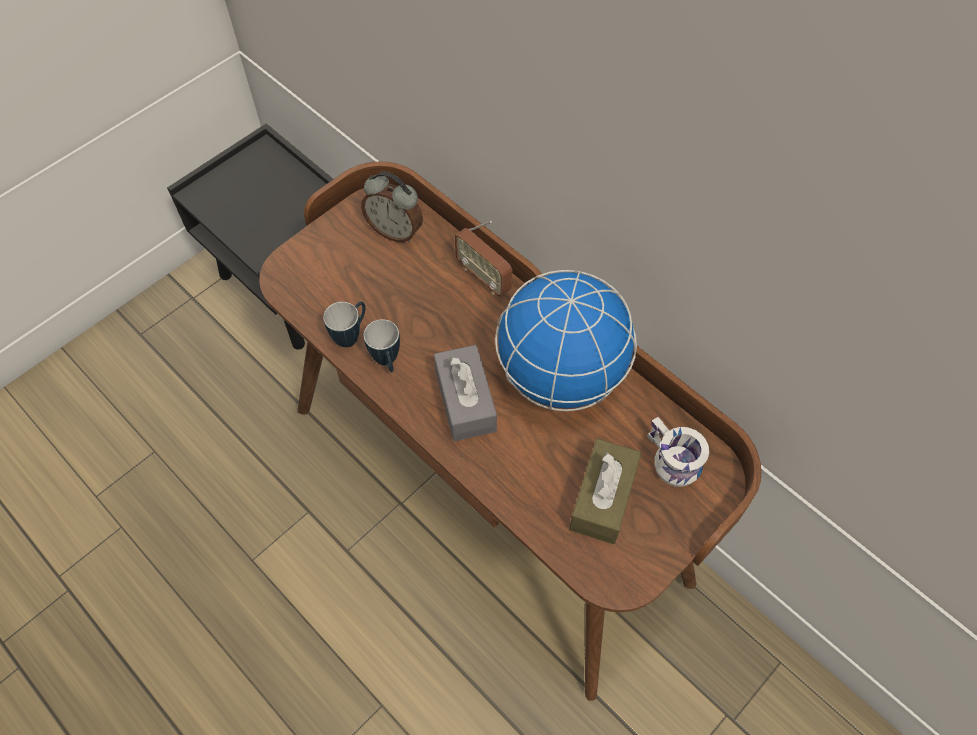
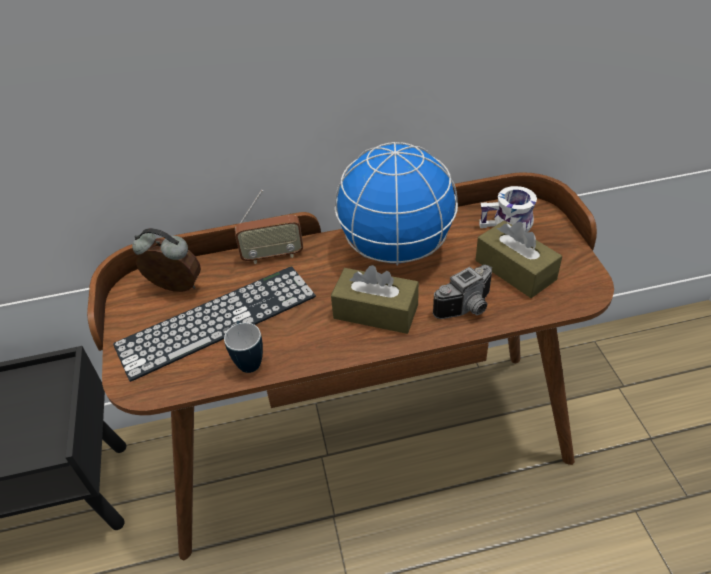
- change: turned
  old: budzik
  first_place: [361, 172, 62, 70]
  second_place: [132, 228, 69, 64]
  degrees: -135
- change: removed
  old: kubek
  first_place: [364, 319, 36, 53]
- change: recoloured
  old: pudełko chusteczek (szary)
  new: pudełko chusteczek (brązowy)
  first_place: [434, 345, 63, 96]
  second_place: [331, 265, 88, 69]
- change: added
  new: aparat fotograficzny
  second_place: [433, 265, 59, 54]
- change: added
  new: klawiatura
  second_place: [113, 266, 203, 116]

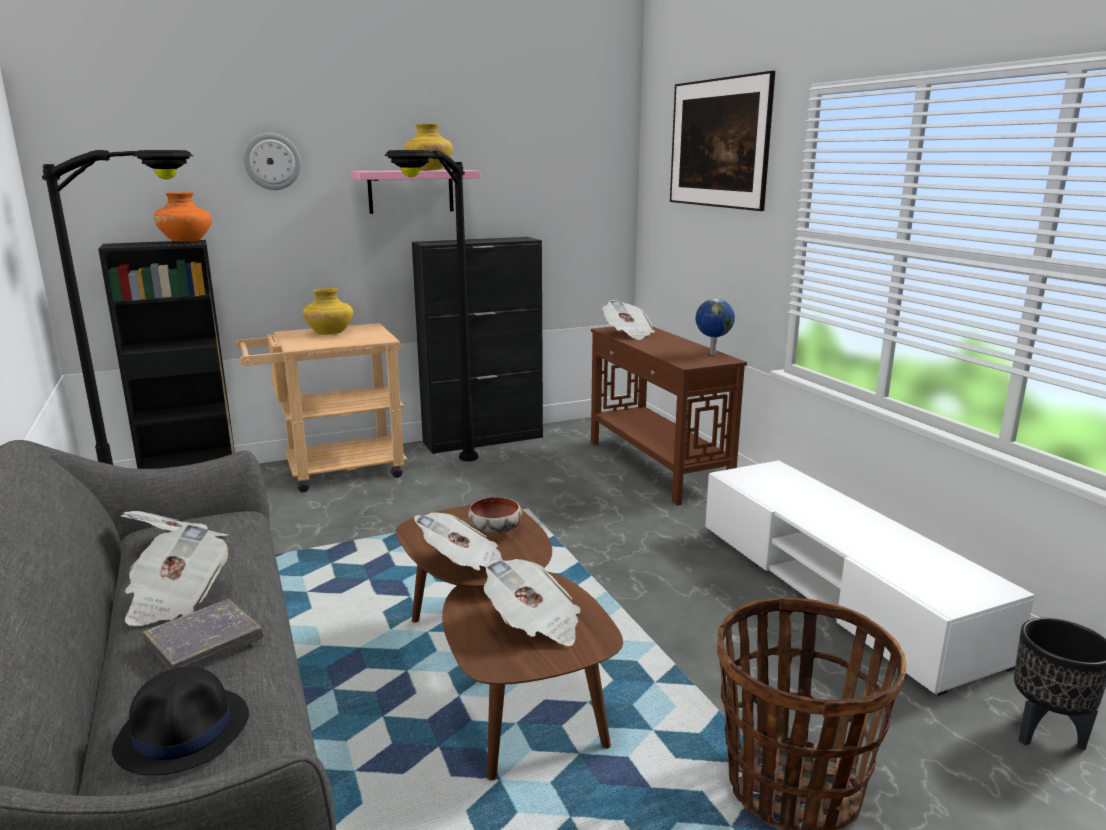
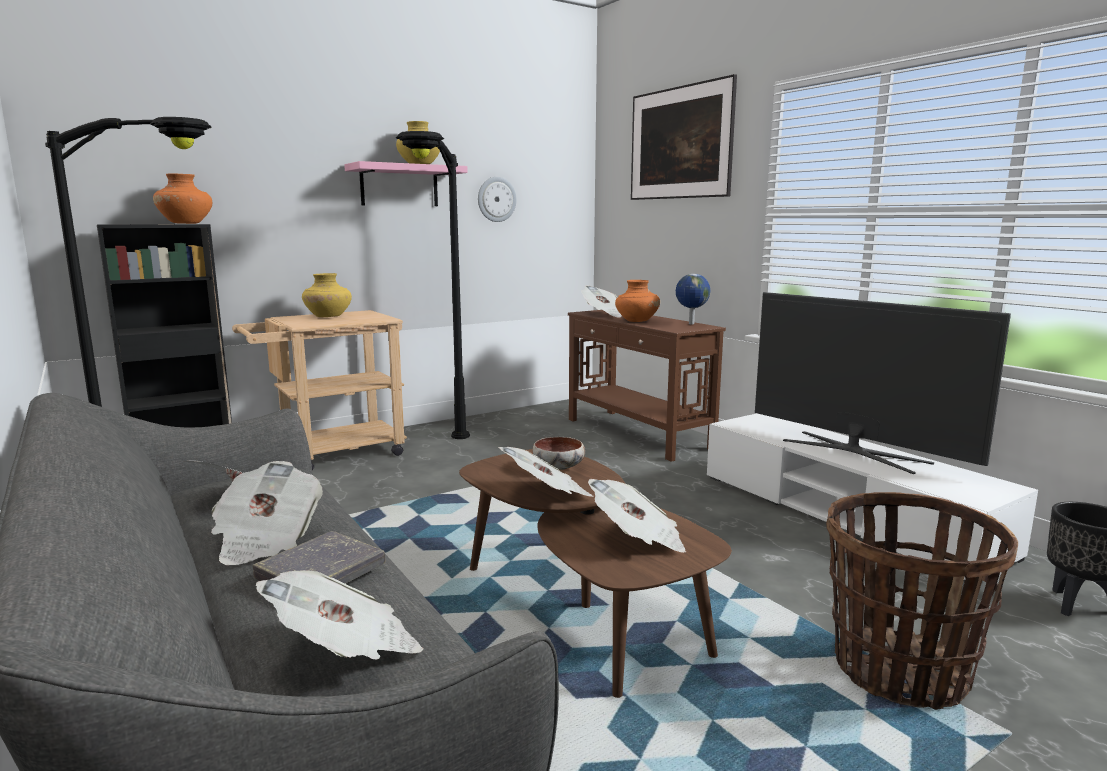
- change: moved
  old: zegar ścienny
  first_place: [243, 133, 58, 57]
  second_place: [478, 177, 39, 45]
- change: removed
  old: szafka (czarny)
  first_place: [412, 237, 131, 217]
- change: replaced
  old: kapelusz (czarny)
  new: gazeta
  first_place: [112, 667, 137, 108]
  second_place: [256, 570, 168, 90]
- change: added
  new: wazon (pomarańczowy)
  second_place: [615, 280, 45, 42]
- change: added
  new: telewizor
  second_place: [755, 292, 256, 182]

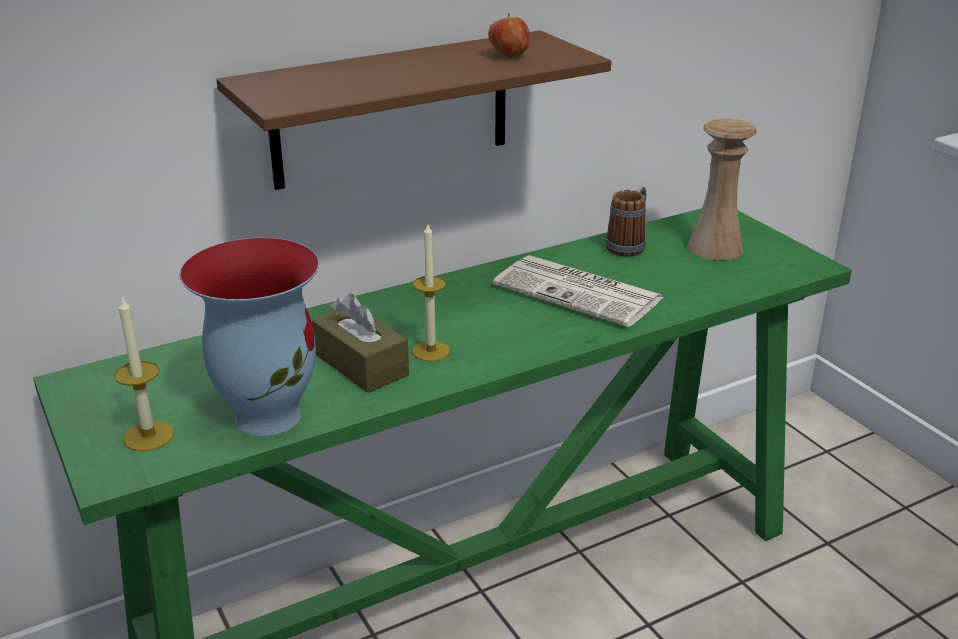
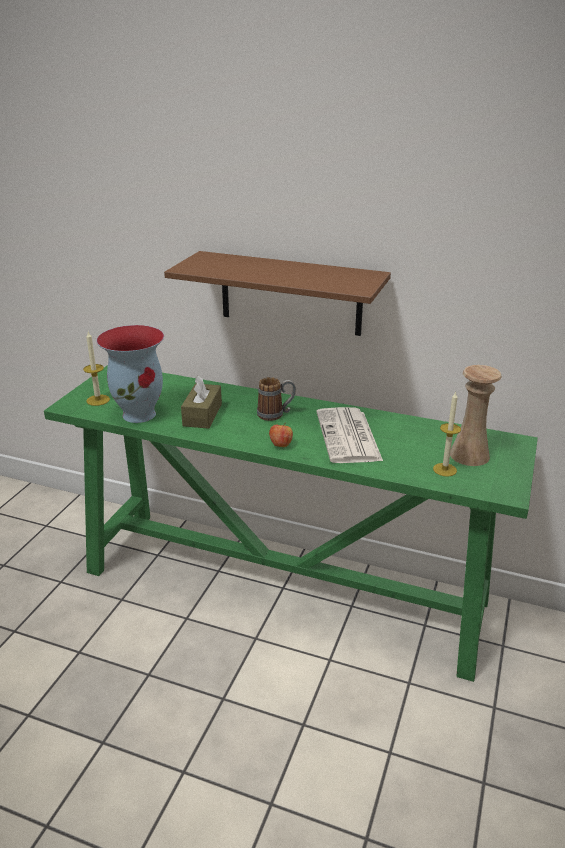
- change: moved
  old: jabłko
  first_place: [488, 13, 42, 45]
  second_place: [269, 423, 24, 24]
- change: moved
  old: kubek
  first_place: [605, 186, 41, 71]
  second_place: [257, 377, 39, 44]
- change: moved
  old: świeca
  first_place: [412, 224, 38, 137]
  second_place: [433, 391, 28, 86]

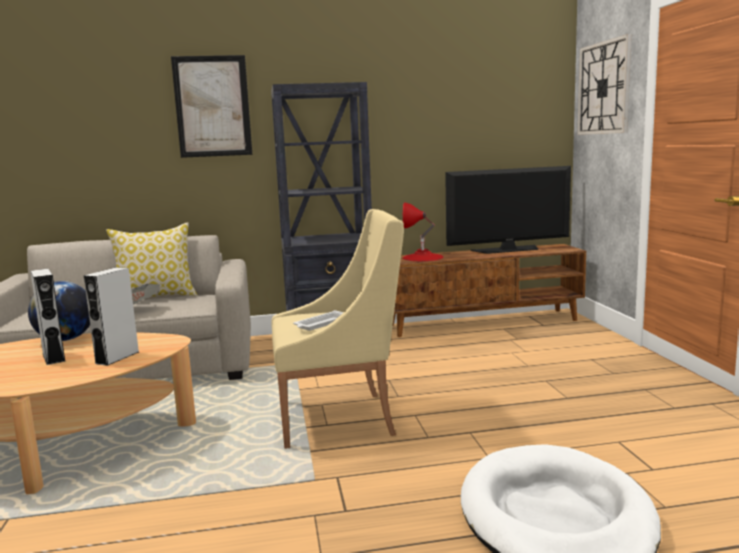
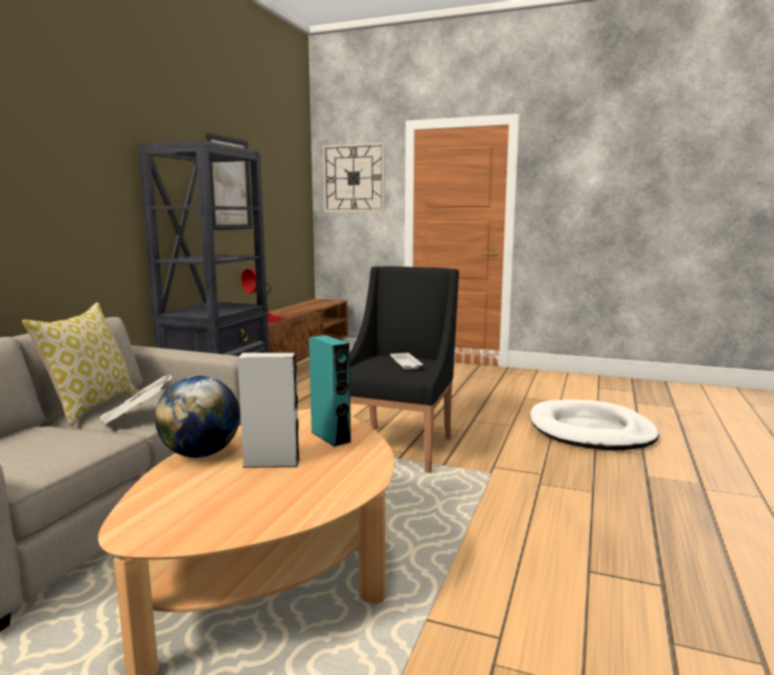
- change: moved
  old: obraz
  first_place: [171, 55, 81, 103]
  second_place: [206, 133, 46, 97]
- change: removed
  old: telewizor
  first_place: [445, 166, 126, 88]
- change: recoloured
  old: fotel (beżowy)
  new: fotel (czarny)
  first_place: [271, 209, 133, 240]
  second_place: [350, 266, 109, 207]
- change: recoloured
  old: głośnik (szary)
  new: głośnik (turkusowy)
  first_place: [84, 267, 55, 99]
  second_place: [309, 335, 43, 112]

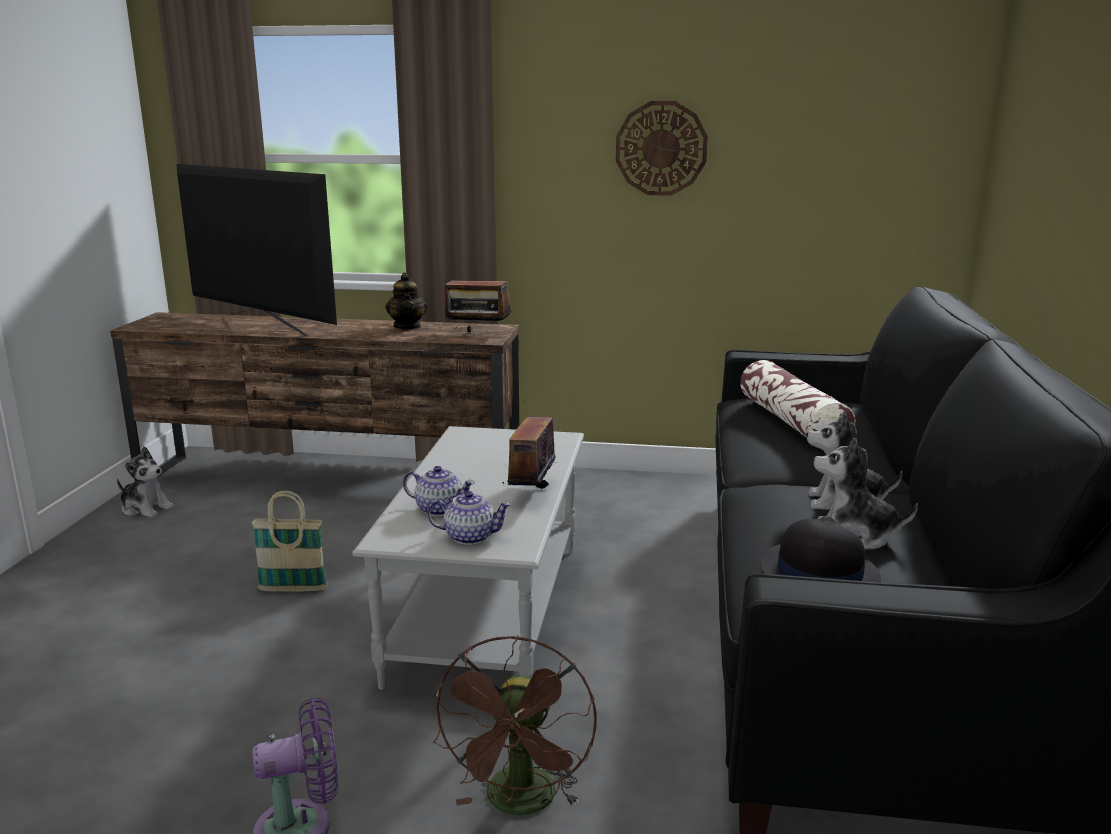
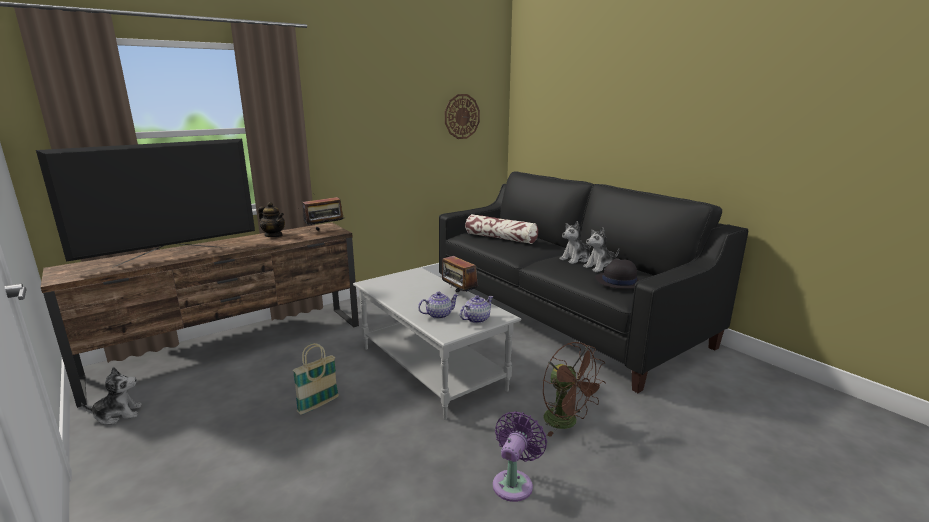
- change: moved
  old: zegar ścienny
  first_place: [616, 101, 92, 95]
  second_place: [445, 94, 35, 45]
- change: turned
  old: telewizor
  first_place: [176, 164, 161, 173]
  second_place: [36, 139, 219, 129]
  degrees: 150

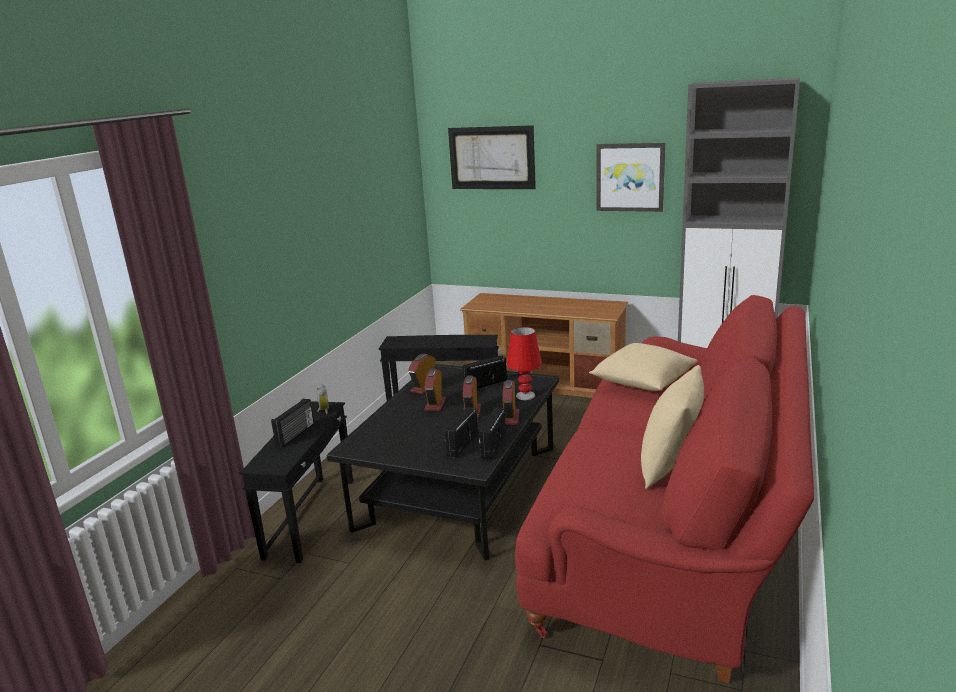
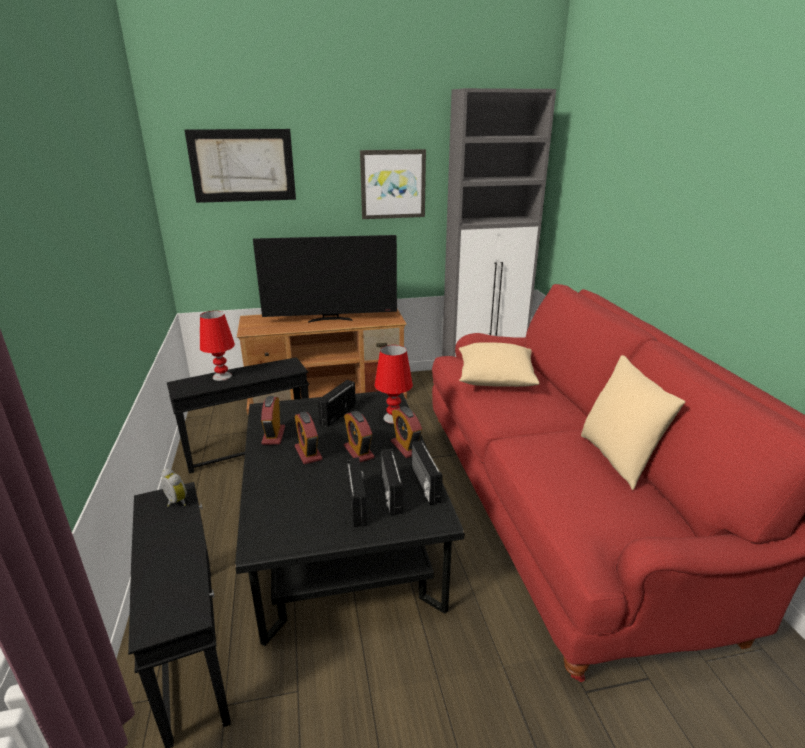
- change: moved
  old: radio
  first_place: [271, 398, 43, 49]
  second_place: [347, 457, 20, 70]
- change: added
  new: telewizor
  second_place: [253, 235, 144, 88]
- change: added
  new: lampa stołowa (czerwony)
  second_place: [200, 311, 35, 70]

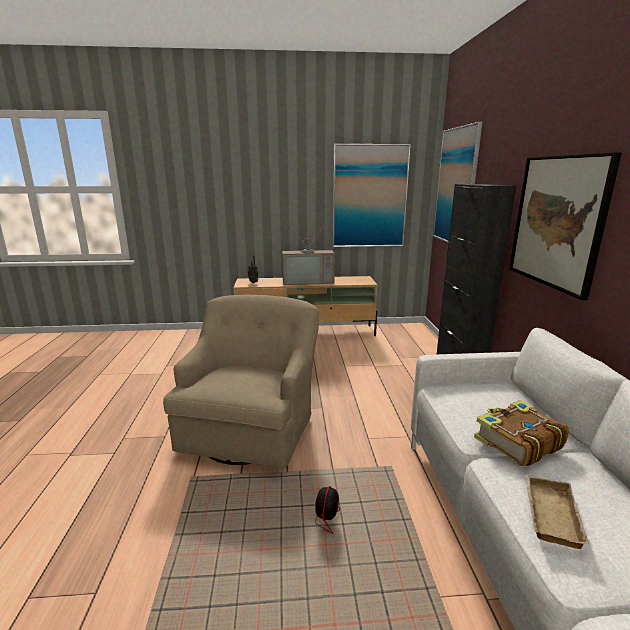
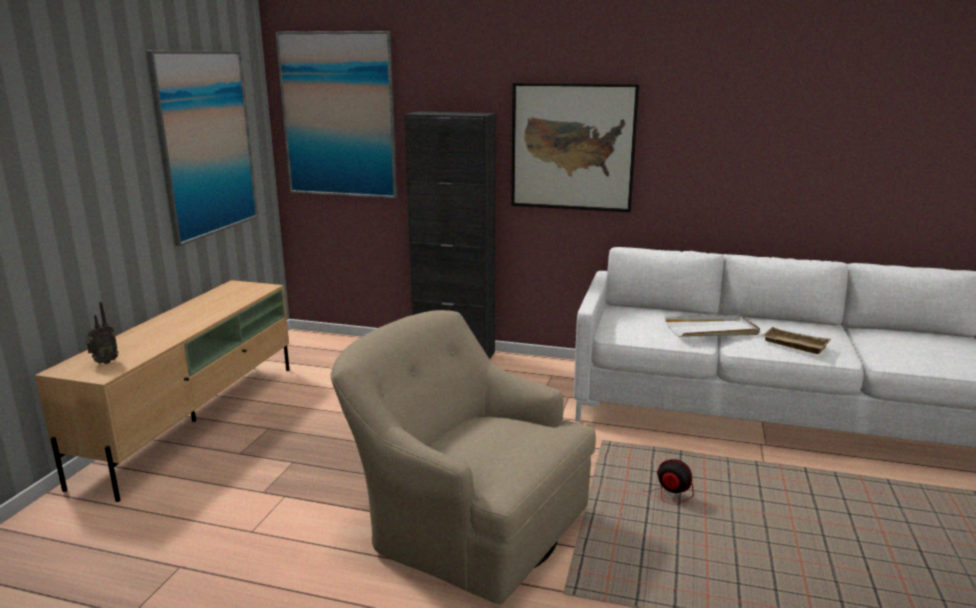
- change: removed
  old: telewizor
  first_place: [282, 225, 53, 60]
- change: replaced
  old: książka
  new: taca (biały)
  first_place: [474, 400, 95, 66]
  second_place: [665, 315, 95, 22]

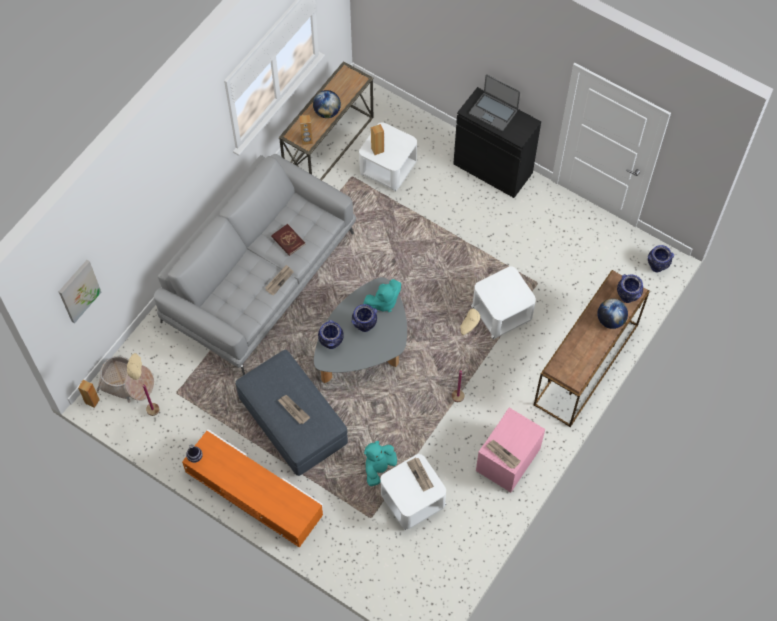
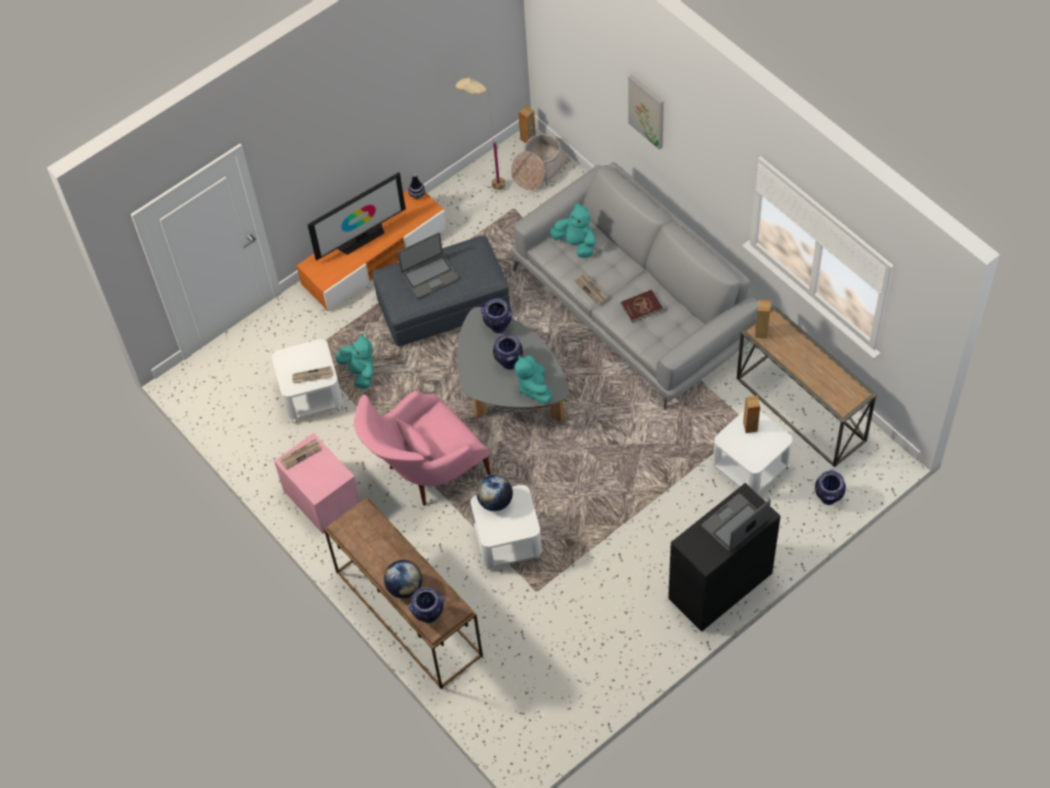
- change: moved
  old: globus
  first_place: [313, 90, 28, 28]
  second_place: [476, 475, 37, 36]
- change: moved
  old: wazon
  first_place: [648, 245, 26, 27]
  second_place: [815, 470, 31, 35]
- change: moved
  old: obraz
  first_place: [59, 260, 42, 63]
  second_place: [628, 74, 36, 76]
- change: replaced
  old: lampa stojąca (beżowy)
  new: fotel (różowy)
  first_place: [451, 308, 29, 94]
  second_place: [354, 391, 137, 115]
- change: replaced
  old: gazeta
  new: laptop
  first_place: [278, 395, 32, 29]
  second_place: [398, 233, 61, 66]
- change: added
  new: telewizor
  second_place: [307, 172, 99, 89]
- change: added
  new: pluszak (turkusowy)
  second_place: [550, 202, 46, 56]

